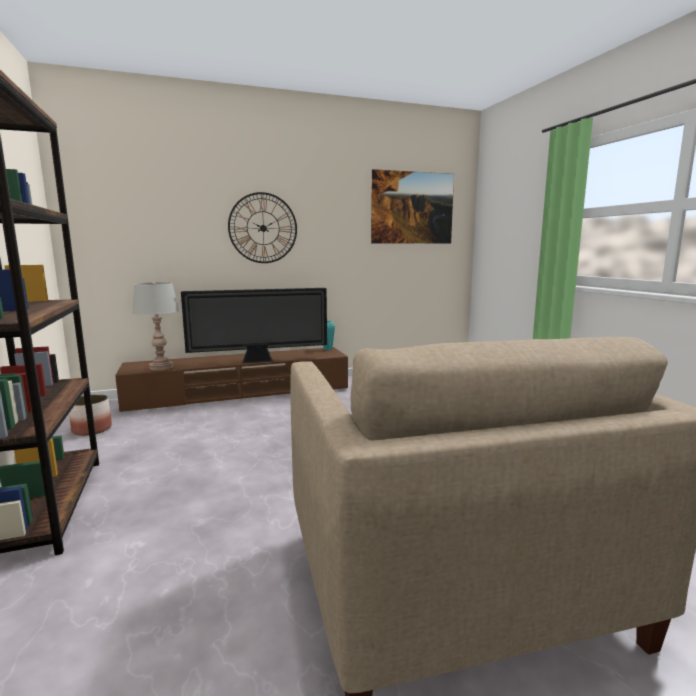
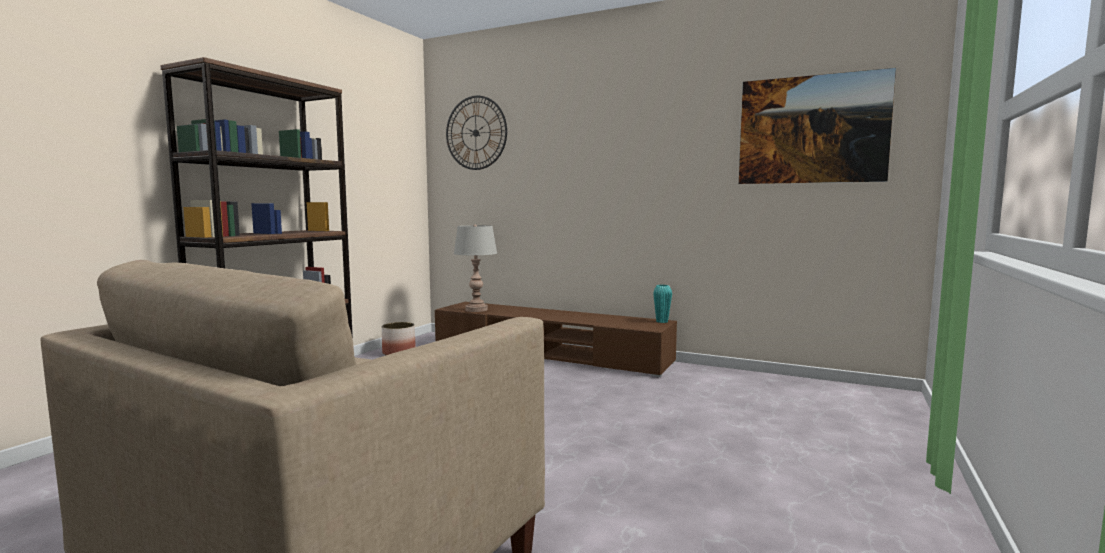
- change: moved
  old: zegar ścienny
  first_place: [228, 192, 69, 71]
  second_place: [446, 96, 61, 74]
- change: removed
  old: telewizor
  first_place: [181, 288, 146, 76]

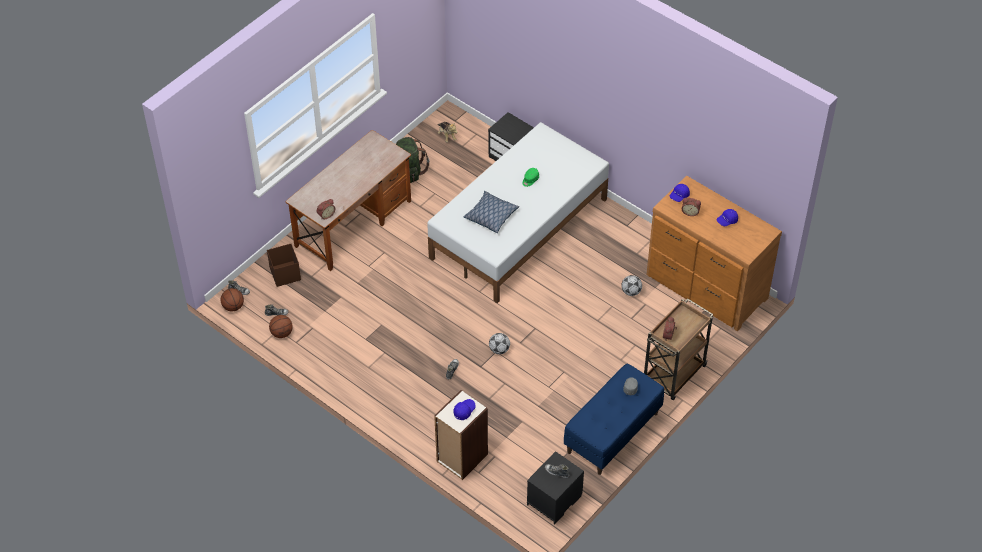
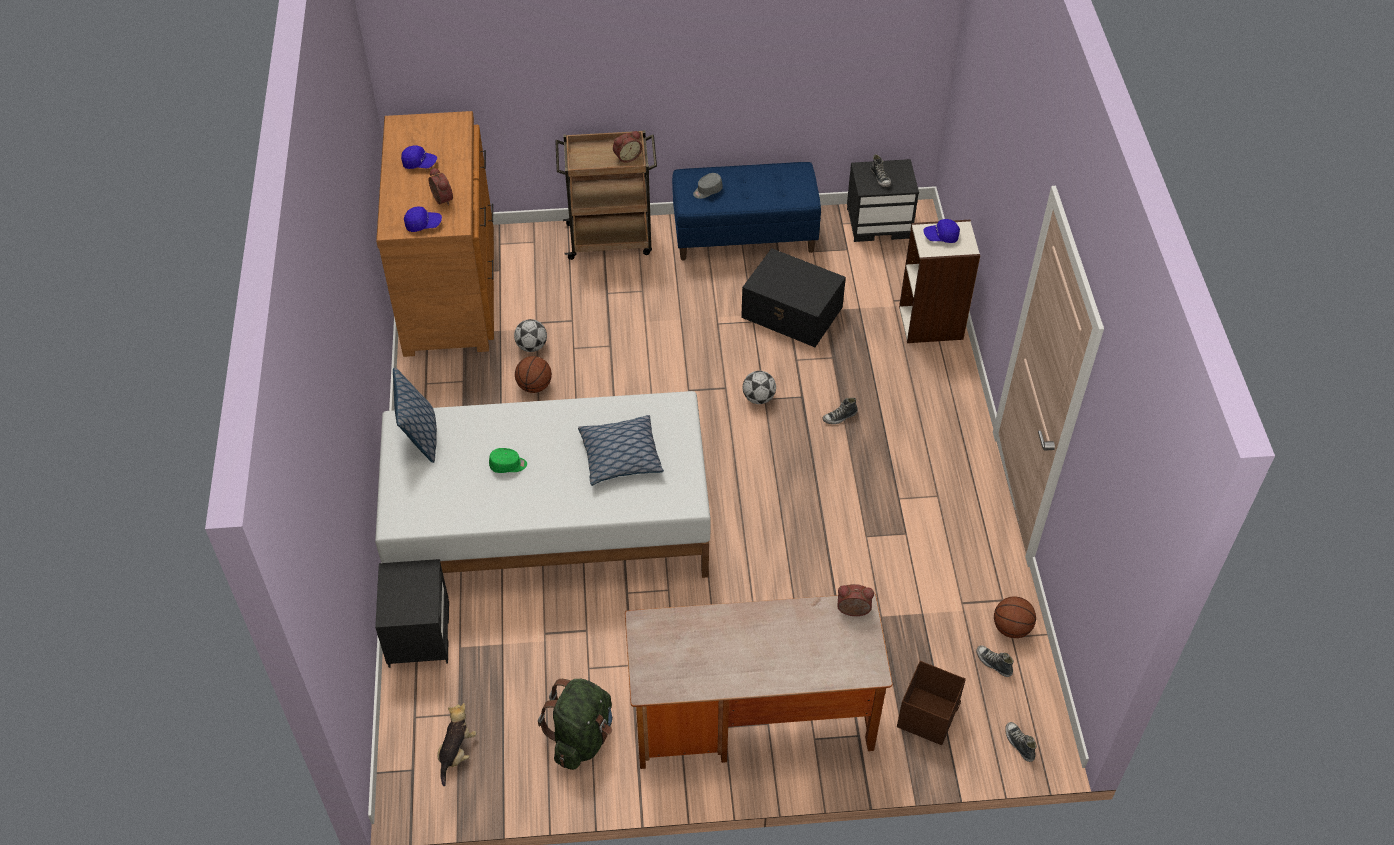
- change: moved
  old: piłka do koszykówki
  first_place: [221, 288, 23, 23]
  second_place: [515, 356, 37, 37]
- change: added
  new: pojemnik do przechowywania (czarny)
  second_place: [741, 248, 105, 99]
- change: added
  new: poduszka
  second_place: [393, 368, 44, 95]

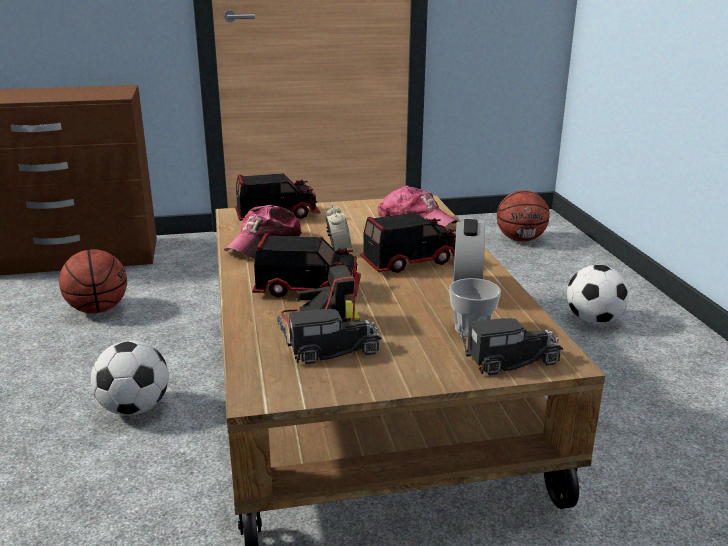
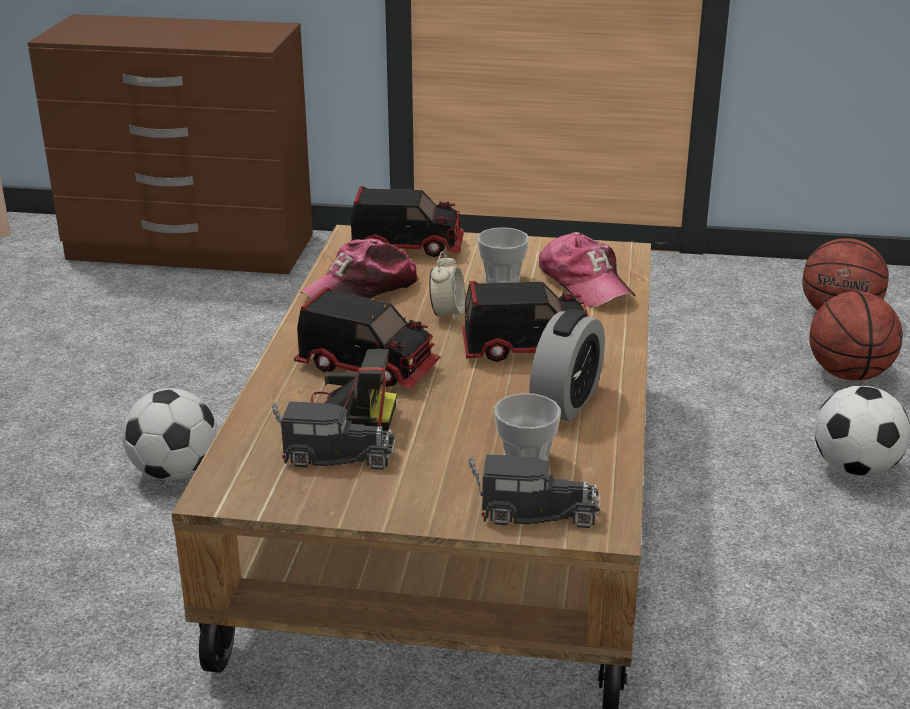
- change: moved
  old: piłka do koszykówki
  first_place: [59, 249, 68, 64]
  second_place: [809, 292, 94, 89]
- change: added
  new: filiżanka
  second_place: [477, 227, 52, 56]

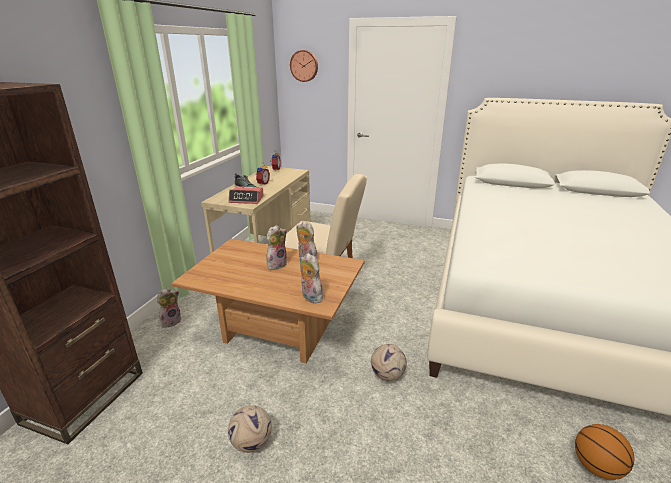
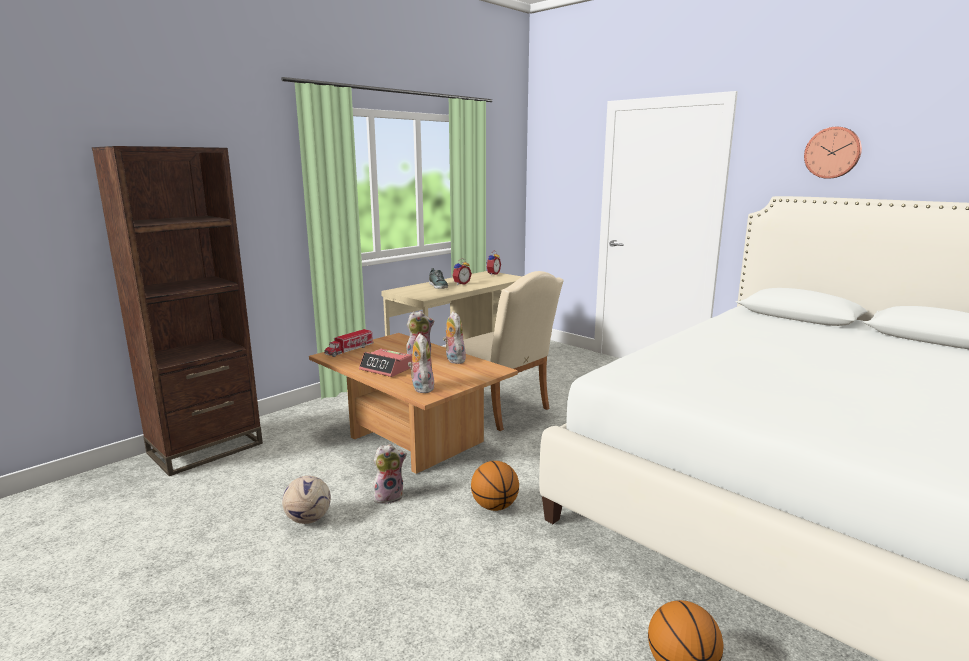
- change: moved
  old: zegar ścienny
  first_place: [290, 50, 28, 32]
  second_place: [804, 127, 58, 52]
- change: moved
  old: budzik
  first_place: [228, 186, 36, 18]
  second_place: [359, 349, 53, 28]
- change: moved
  old: pluszak
  first_place: [157, 288, 24, 40]
  second_place: [373, 444, 34, 60]
- change: replaced
  old: piłka futbolowa
  new: piłka do koszykówki
  first_place: [371, 344, 36, 37]
  second_place: [471, 461, 48, 50]
- change: added
  new: ciężarówka zabawkowa
  second_place: [324, 329, 49, 28]

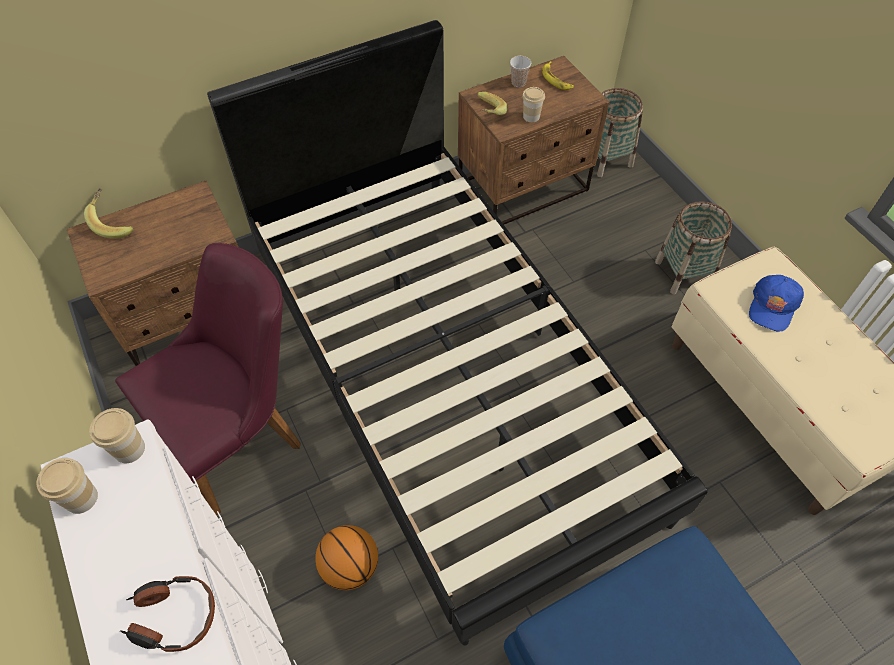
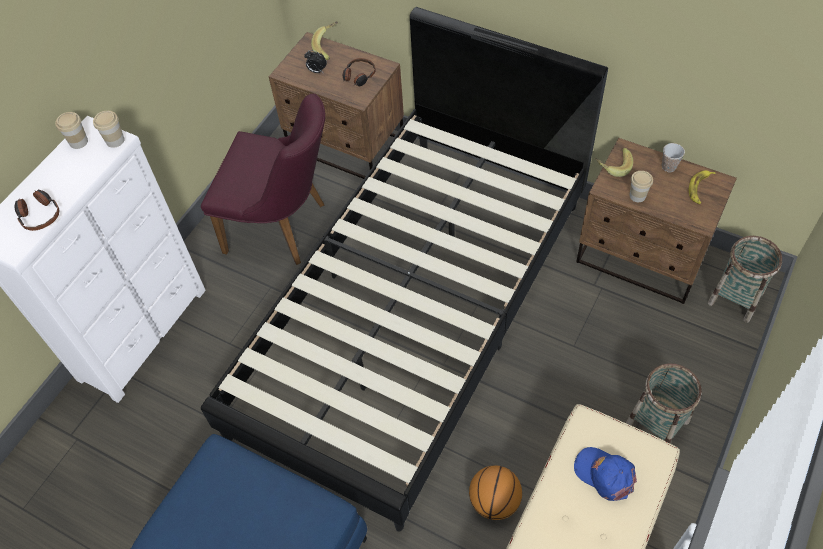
- change: turned
  old: czapka z daszkiem (niebieski)
  first_place: [749, 275, 55, 57]
  second_place: [574, 447, 63, 54]
  degrees: 45
- change: moved
  old: piłka do koszykówki
  first_place: [315, 525, 63, 65]
  second_place: [469, 465, 53, 55]
- change: added
  new: budzik
  second_place: [304, 50, 23, 23]
- change: added
  new: słuchawki
  second_place: [343, 58, 33, 28]

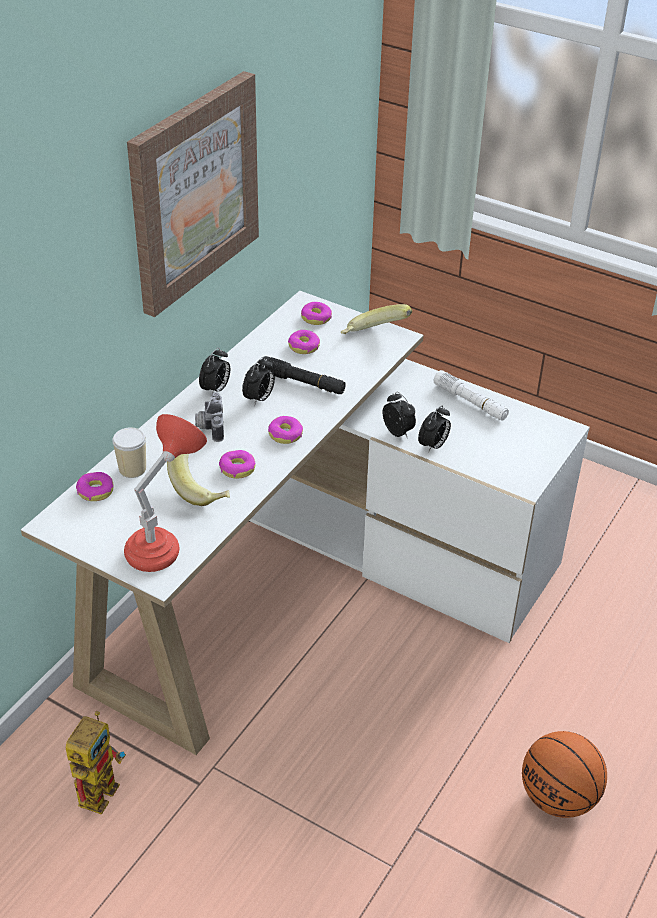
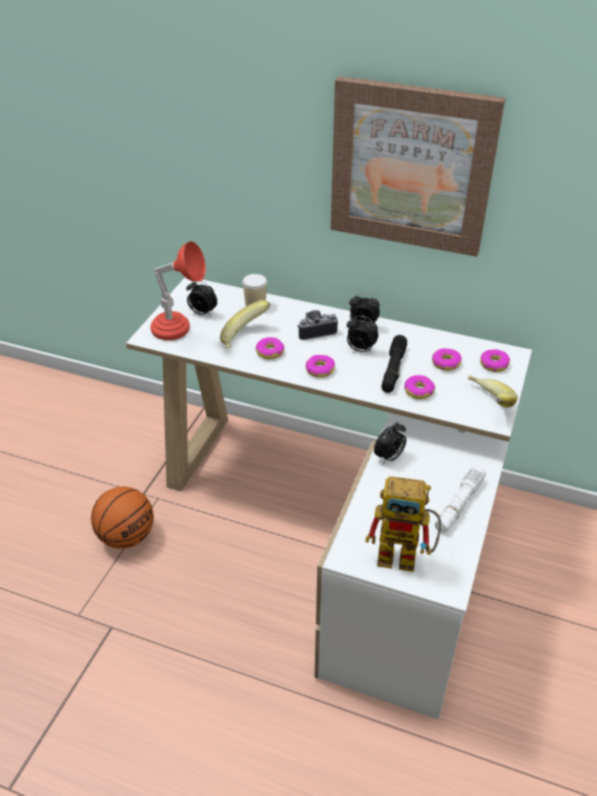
- change: moved
  old: budzik
  first_place: [418, 406, 33, 47]
  second_place: [186, 281, 31, 35]
- change: moved
  old: donut
  first_place: [76, 472, 38, 29]
  second_place: [404, 375, 31, 24]
- change: moved
  old: robot zabawkowy
  first_place: [66, 711, 60, 104]
  second_place: [365, 476, 76, 96]
- change: moved
  old: piłka do koszykówki
  first_place: [522, 731, 85, 87]
  second_place: [91, 486, 63, 63]

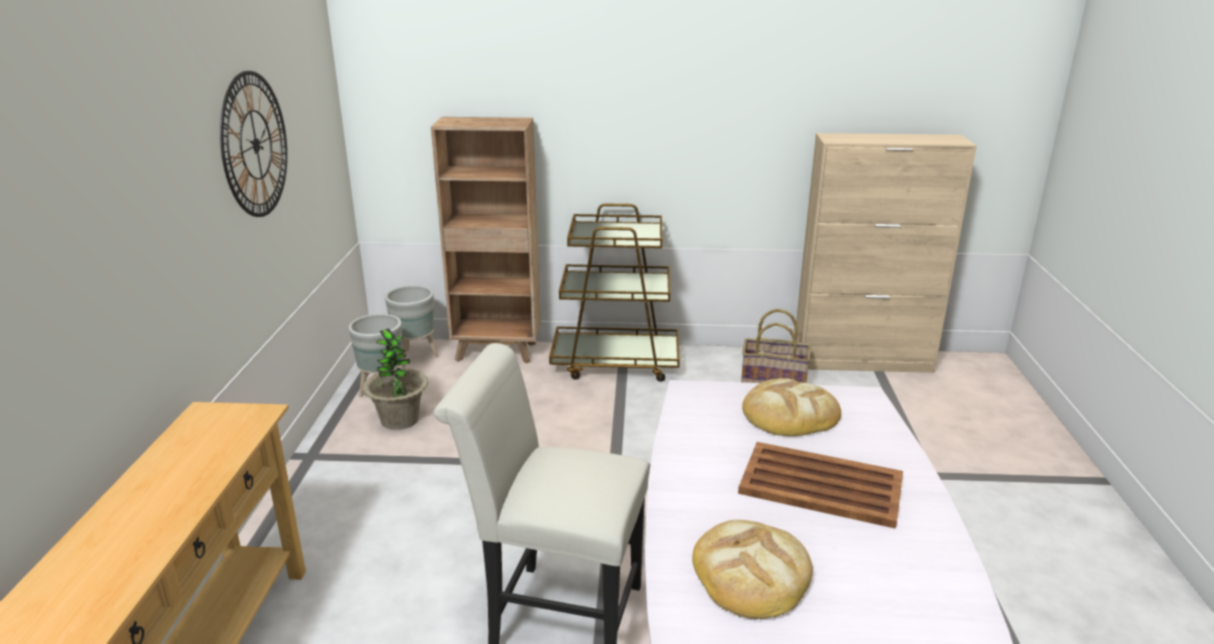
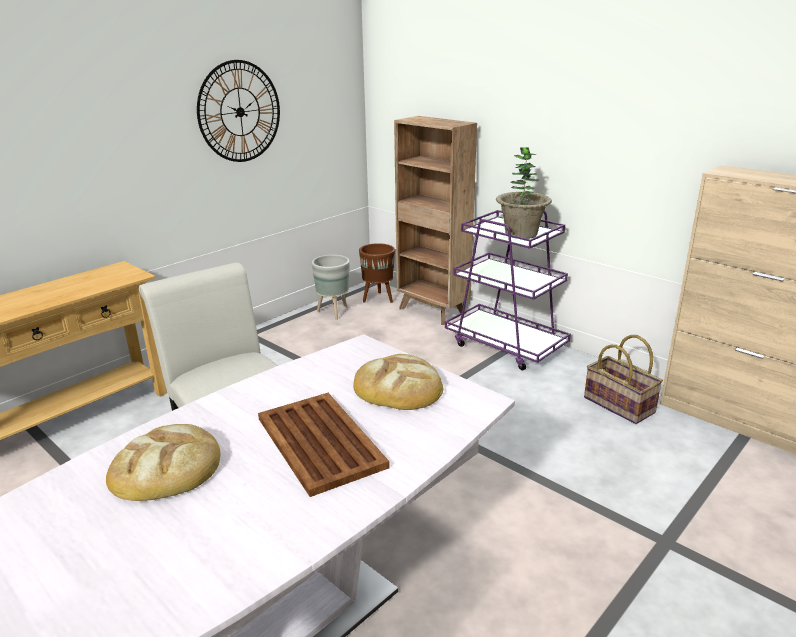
- change: recoloured
  old: wózek (brązowy)
  new: wózek (fioletowy)
  first_place: [549, 203, 131, 179]
  second_place: [445, 210, 126, 160]
- change: recoloured
  old: donica (szary)
  new: donica (brązowy)
  first_place: [385, 285, 54, 83]
  second_place: [359, 243, 36, 60]
- change: moved
  old: roślina doniczkowa
  first_place: [363, 329, 65, 101]
  second_place: [496, 147, 56, 92]

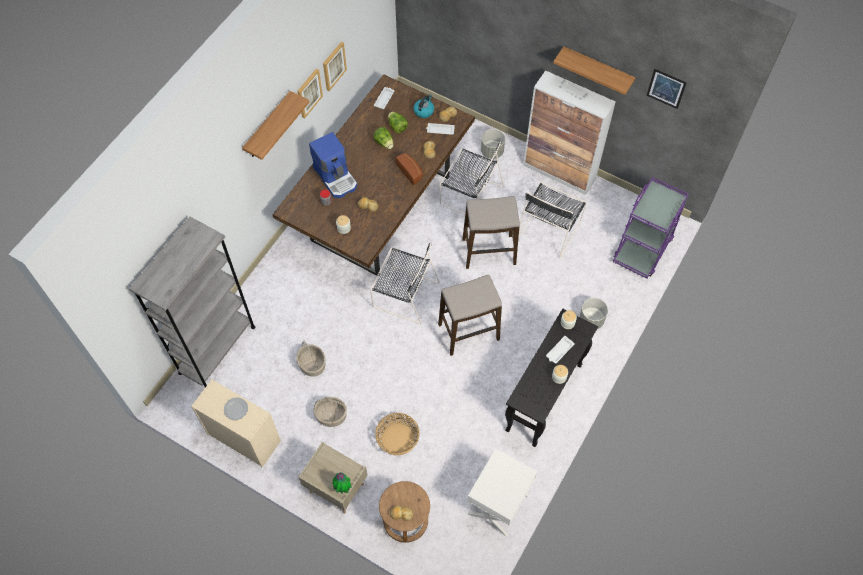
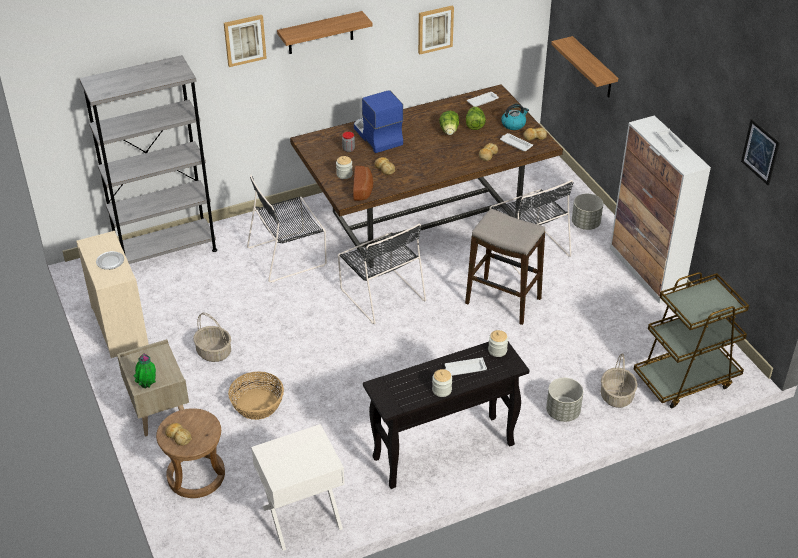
- change: moved
  old: półka
  first_place: [553, 46, 82, 49]
  second_place: [551, 36, 67, 62]
- change: moved
  old: obraz
  first_place: [297, 68, 26, 51]
  second_place: [224, 15, 43, 52]
- change: turned
  old: ekspres do kawy
  first_place: [309, 132, 48, 66]
  second_place: [354, 91, 50, 62]
  degrees: 150
- change: moved
  old: chleb
  first_place: [395, 153, 28, 32]
  second_place: [353, 166, 20, 35]
- change: recoloured
  old: wózek (fioletowy)
  new: wózek (brązowy)
  first_place: [613, 177, 75, 102]
  second_place: [634, 272, 115, 136]
- change: moved
  old: krzesło (czarny)
  first_place: [519, 182, 68, 77]
  second_place: [247, 174, 80, 108]
- change: removed
  old: stołek
  first_place: [438, 275, 64, 81]
- change: moved
  old: koszyk
  first_place: [296, 341, 30, 36]
  second_place: [601, 353, 36, 55]

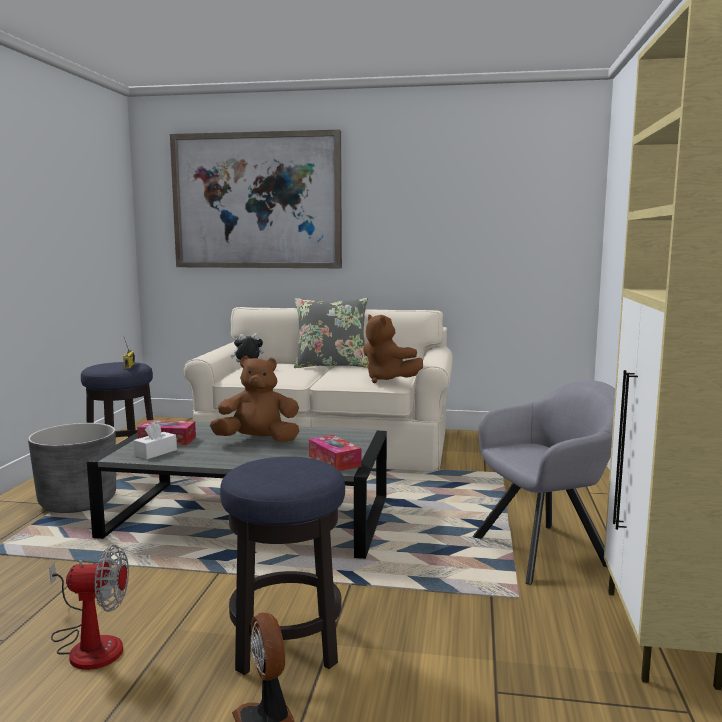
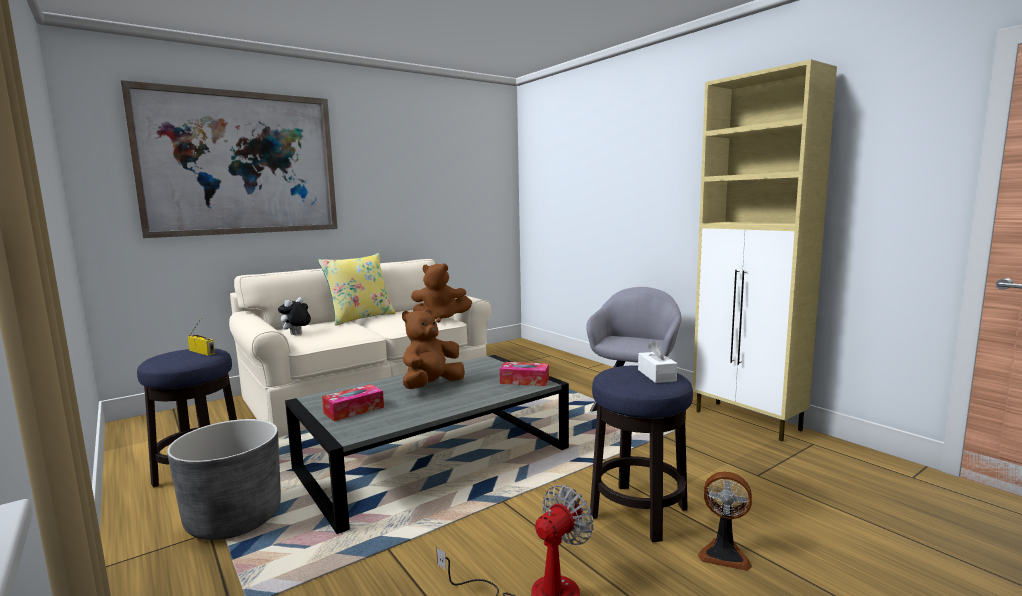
- change: recoloured
  old: poduszka (szary)
  new: poduszka (żółty)
  first_place: [294, 298, 74, 70]
  second_place: [318, 253, 78, 73]
- change: moved
  old: pudełko chusteczek (biały)
  first_place: [134, 422, 43, 37]
  second_place: [638, 341, 39, 42]

